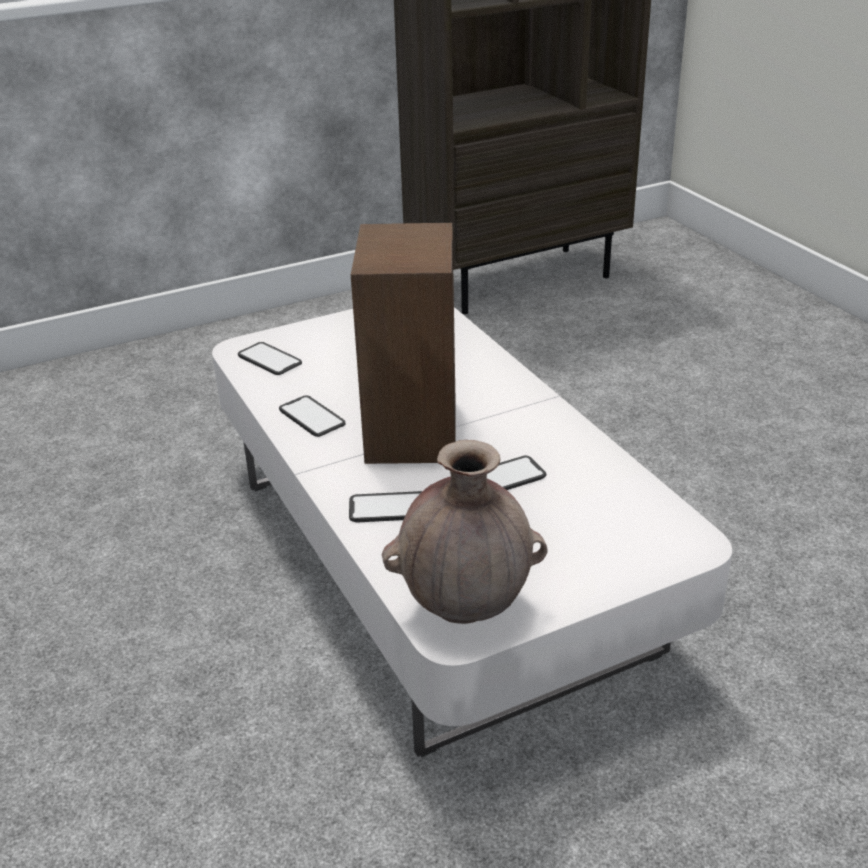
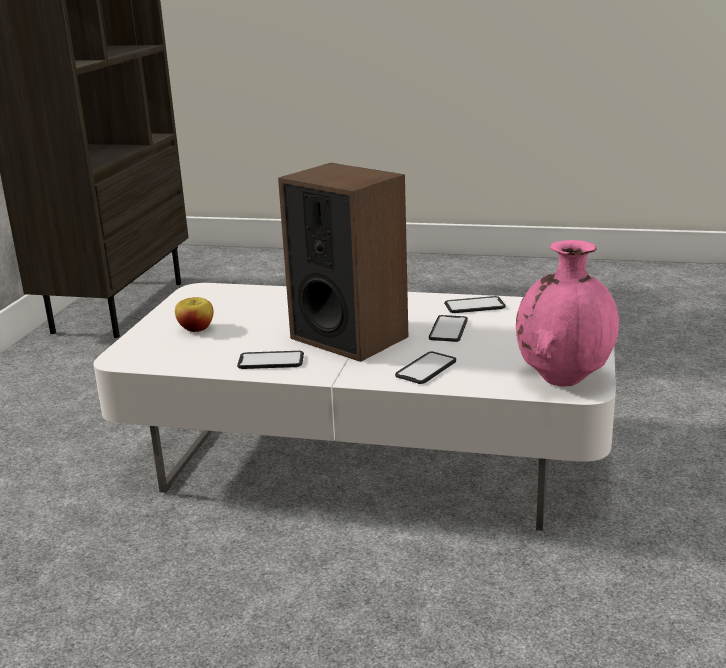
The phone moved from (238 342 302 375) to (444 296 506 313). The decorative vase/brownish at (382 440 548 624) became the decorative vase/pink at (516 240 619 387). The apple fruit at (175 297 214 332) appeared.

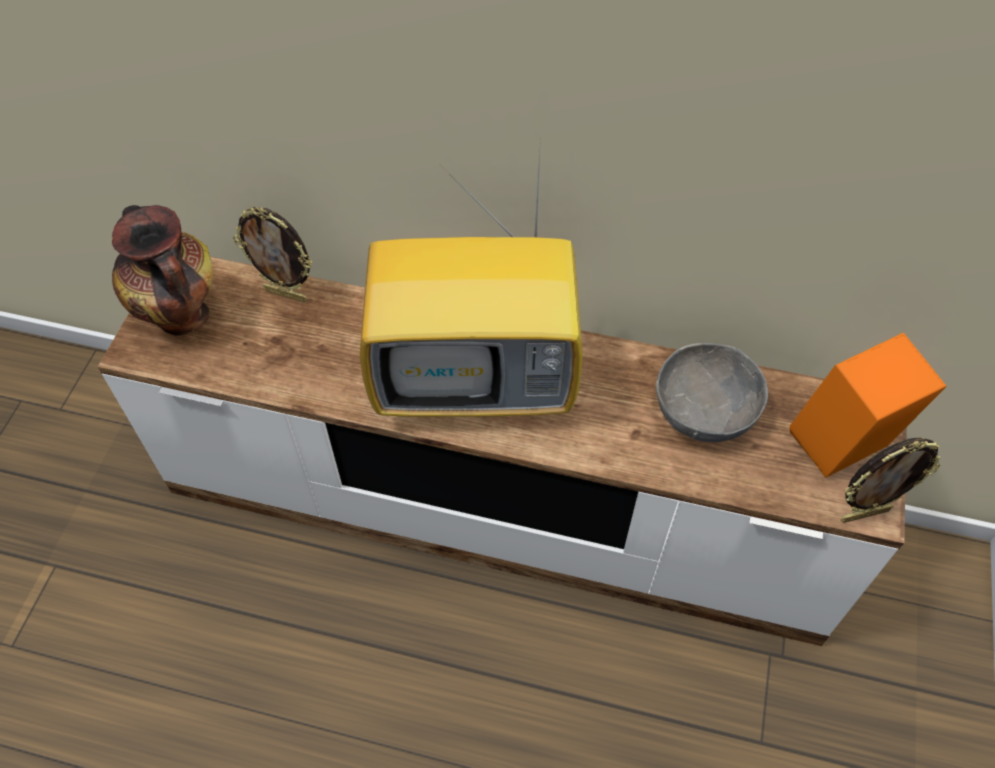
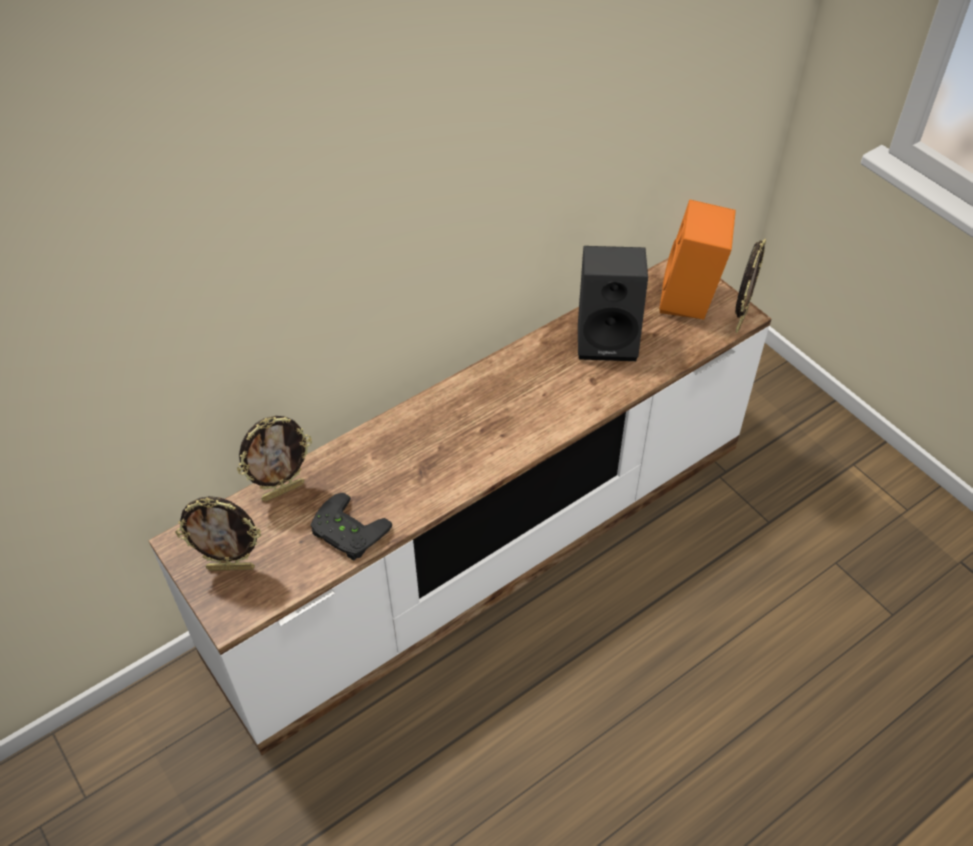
The decorative vase at (112 205 213 336) was replaced by the picture frame at (175 496 261 571). The television at (360 136 582 417) disappeared. The deep dish/grey at (656 343 768 442) was replaced by the speaker/black at (578 246 648 361). The joypad/black at (310 493 392 561) appeared.

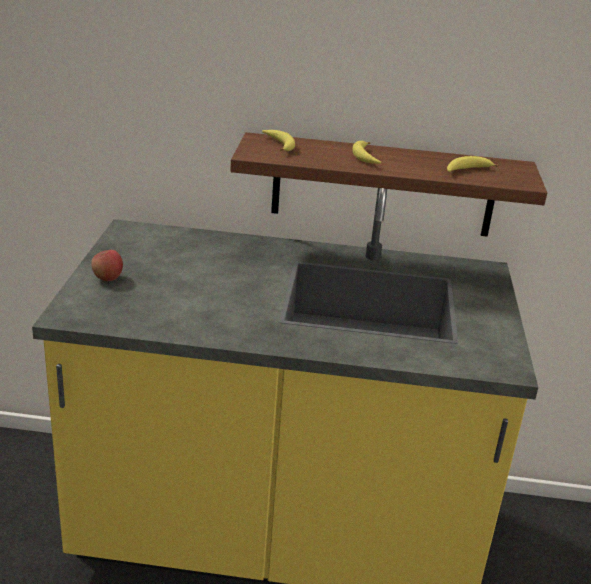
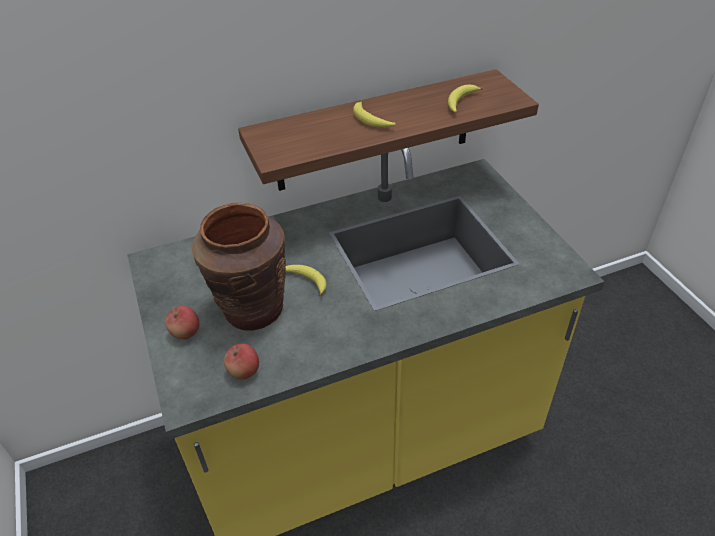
The banana moved from (262 130 295 151) to (285 265 327 297). The decorative vase/brownish at (192 203 286 331) appeared. The apple fruit at (224 343 259 379) appeared.

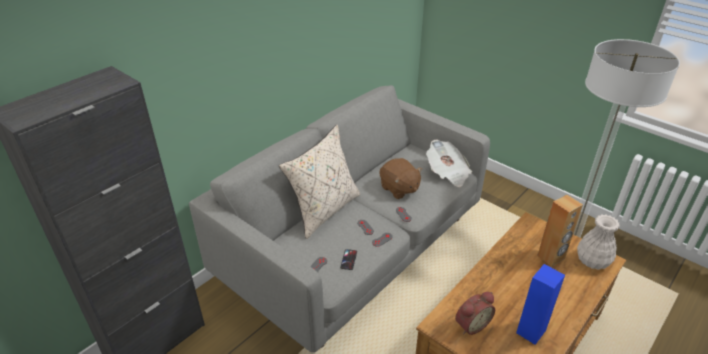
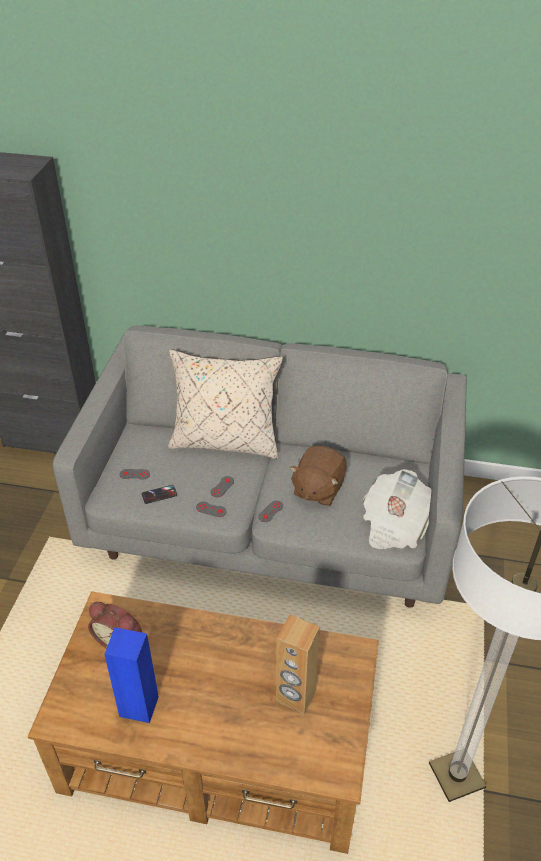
The decorative vase/white at (577 214 620 270) disappeared.

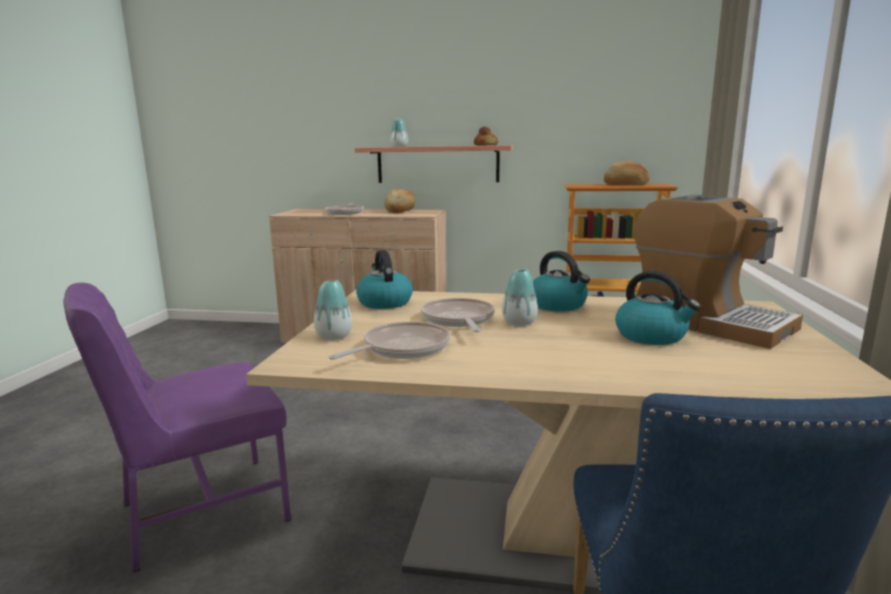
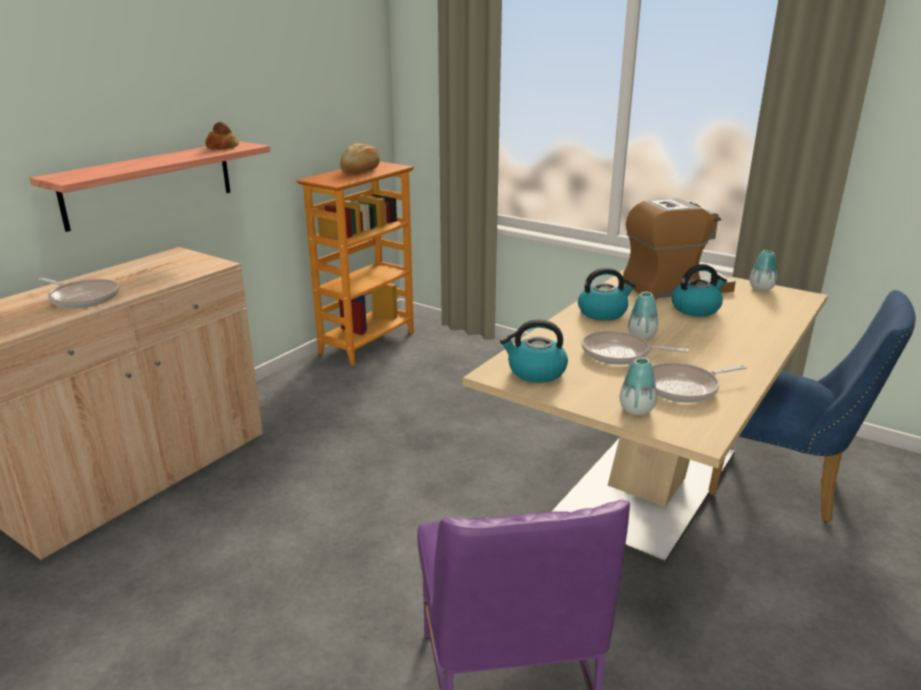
The skillet at (329 322 451 360) turned 90 degrees counterclockwise. The baked bread at (385 189 415 213) disappeared. The decorative vase moved from (390 119 408 147) to (750 250 777 291).

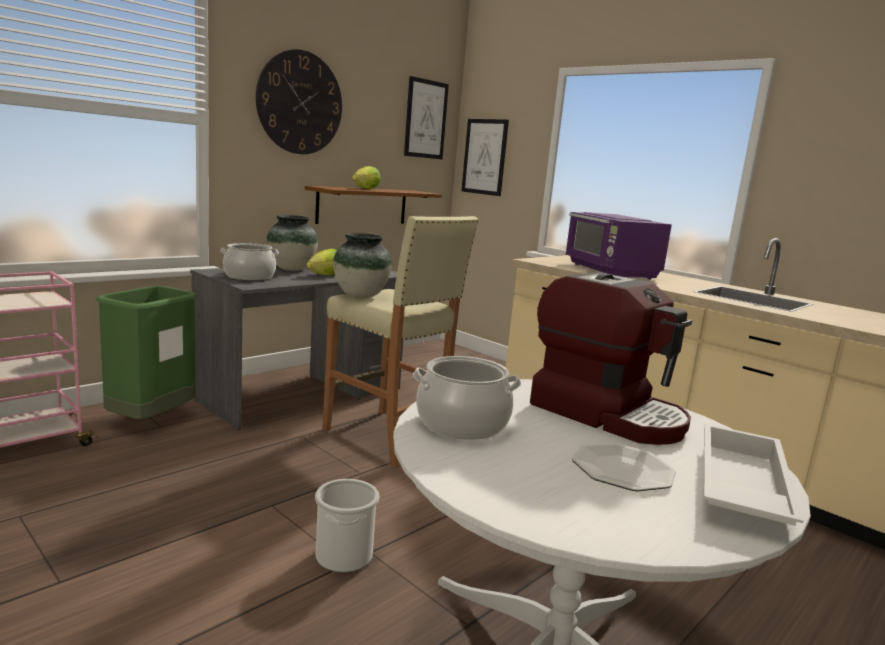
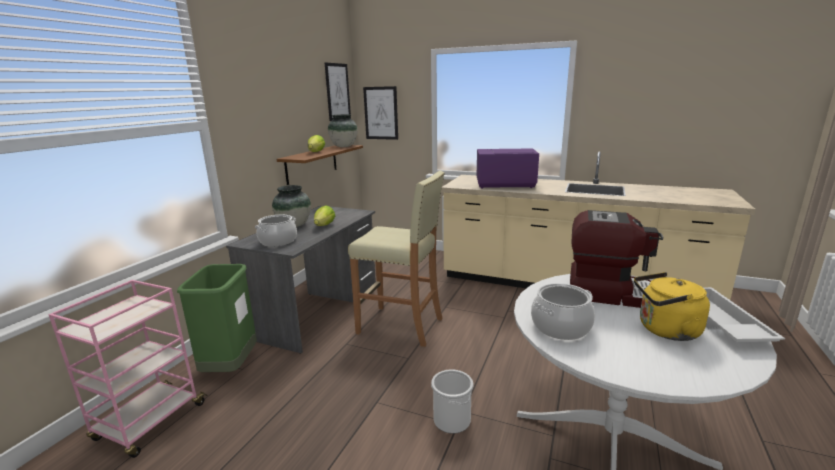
The clock on the wall at (256 49 342 154) disappeared. The decorative vase moved from (333 233 392 298) to (328 114 358 147). The kitchen microwave/purplish at (566 212 672 280) turned 135 degrees clockwise. The dinner plate at (572 443 676 491) was replaced by the kettle/yellow at (634 272 710 341).

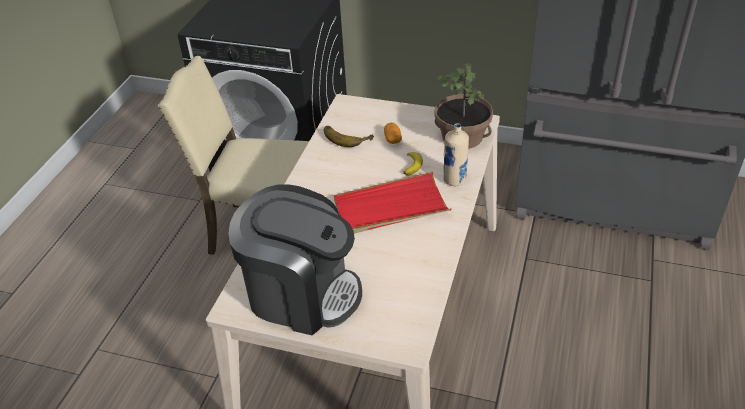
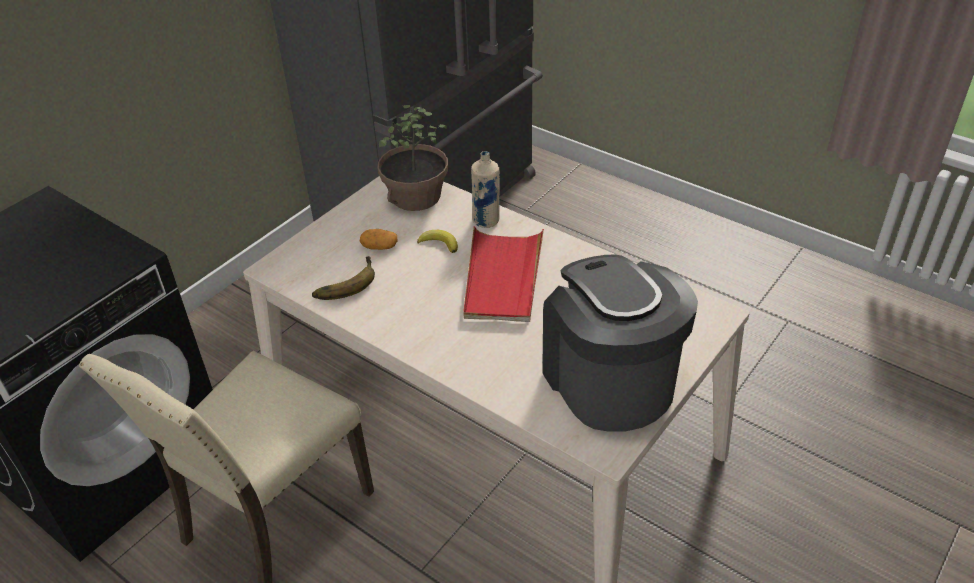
The coffee brewer at (228 185 362 335) turned 60 degrees counterclockwise.

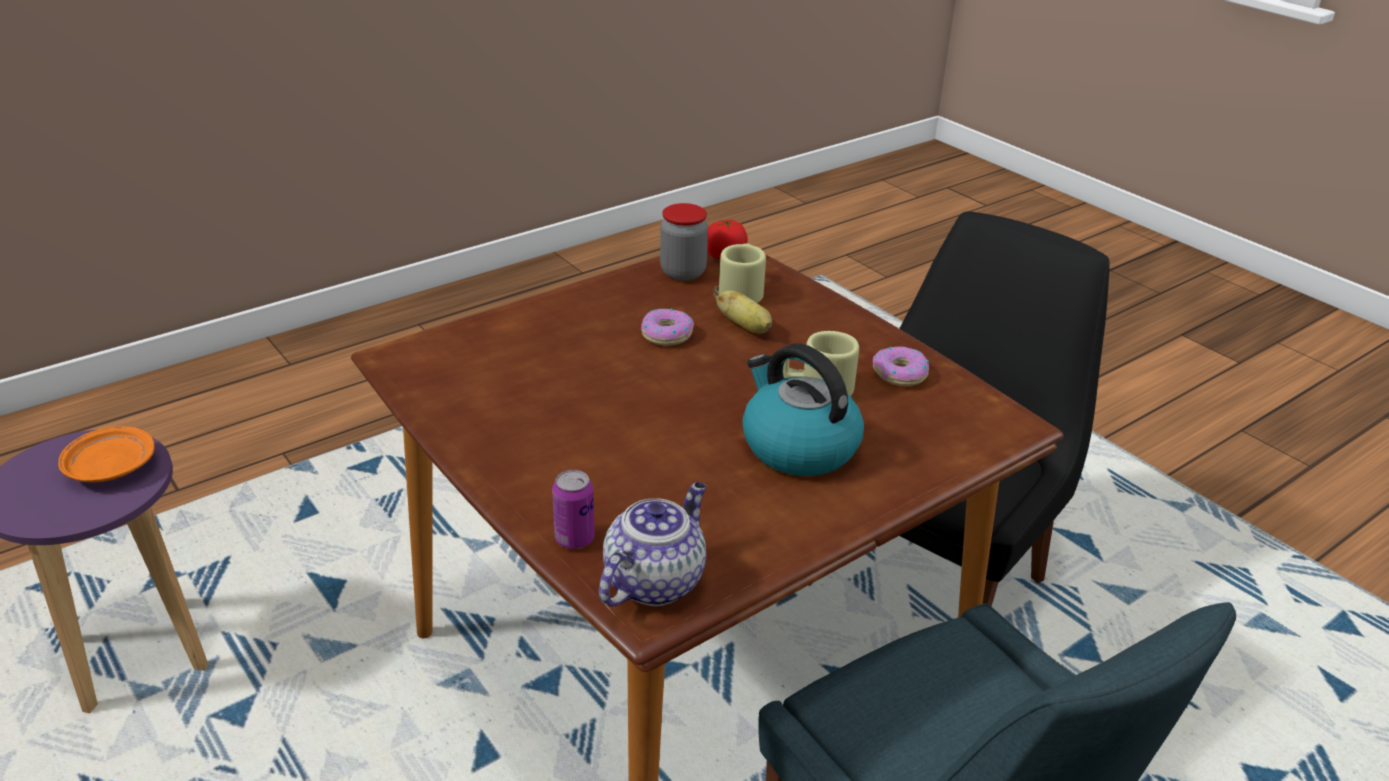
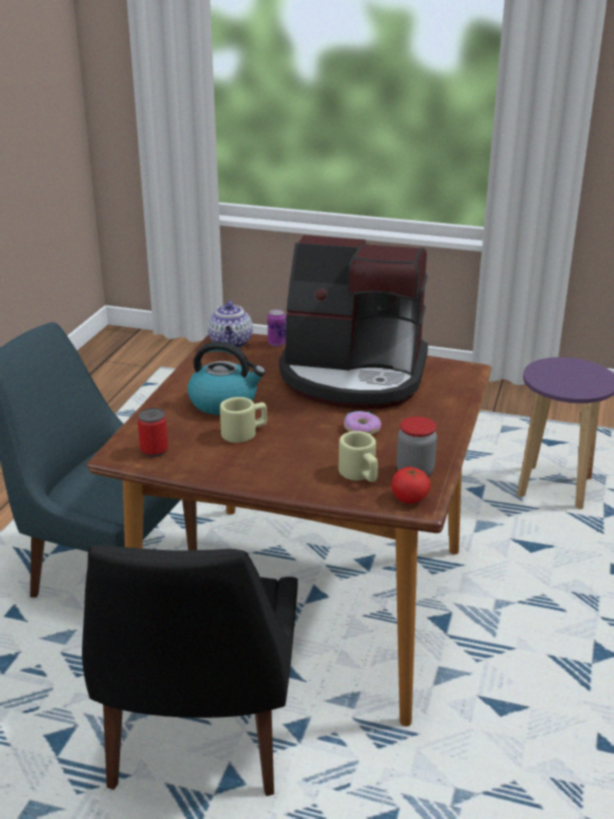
The dinner plate/orange-coloured at (58 426 155 483) disappeared. The banana at (713 286 772 333) disappeared. The donut at (873 347 929 386) disappeared. The sealed can at (138 408 168 457) appeared. The coffee brewer at (279 235 428 409) appeared.

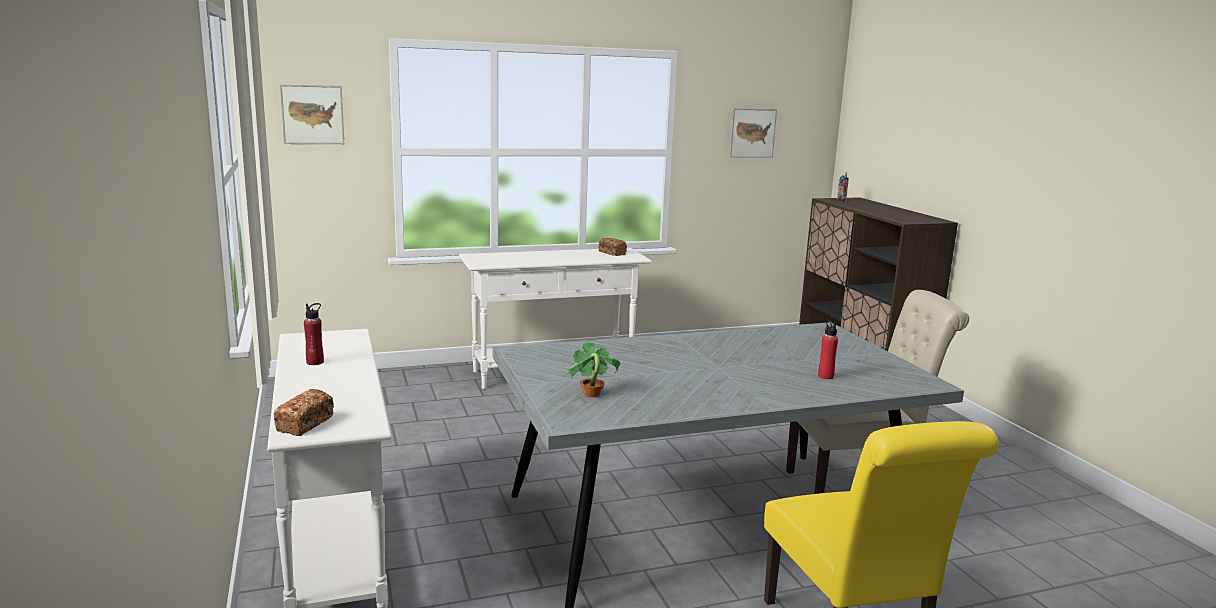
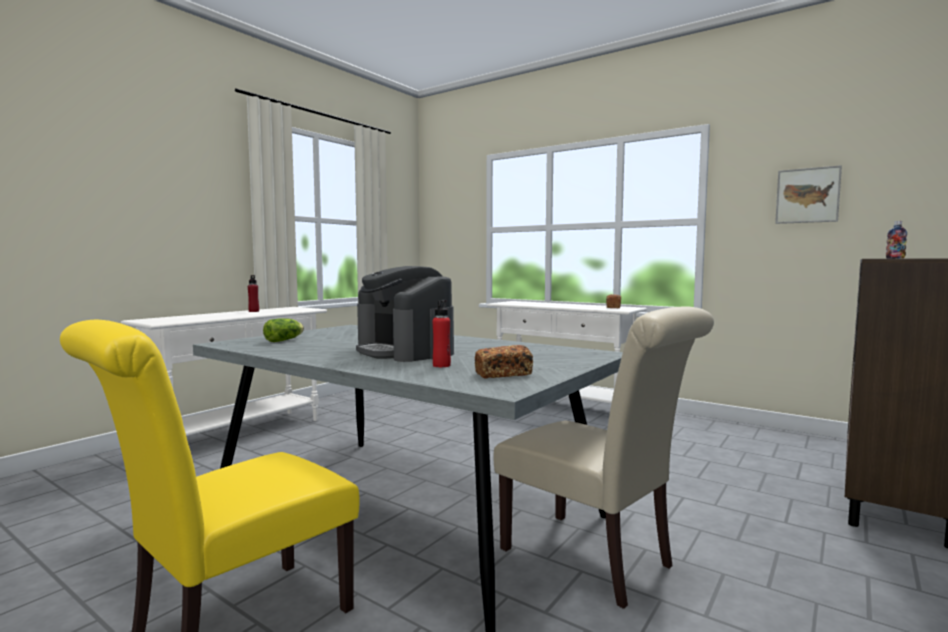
The baked bread moved from (274 389 334 436) to (475 345 533 379). The wall art at (280 84 344 144) disappeared. The houseplant at (564 341 621 397) was replaced by the head of lettuce at (263 319 304 342). The coffee brewer at (356 266 454 362) appeared.

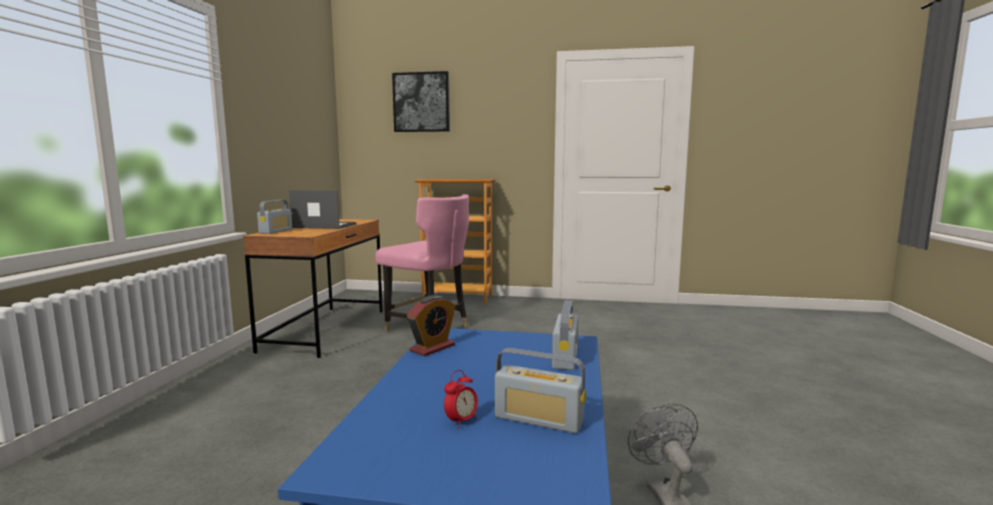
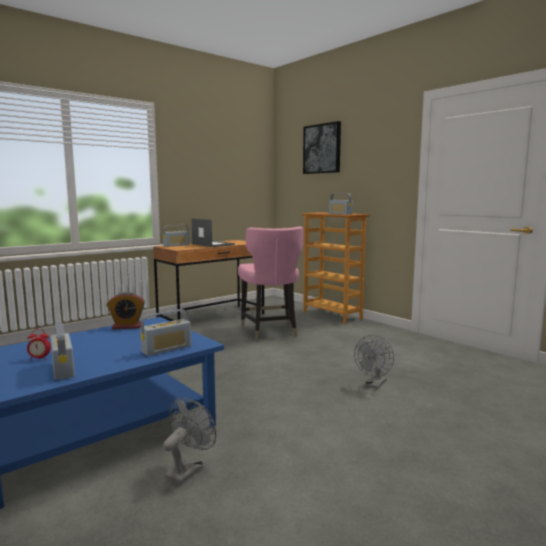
The radio at (329 194 353 215) appeared. The cooling fan/grey at (354 335 394 389) appeared.

